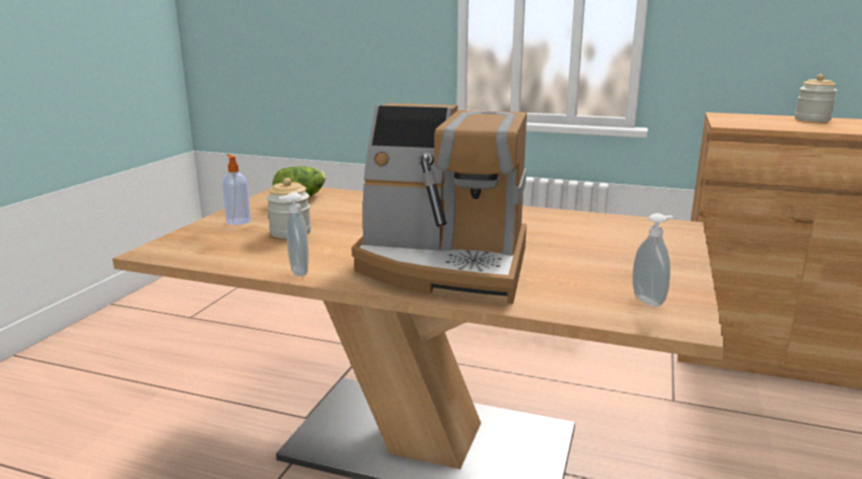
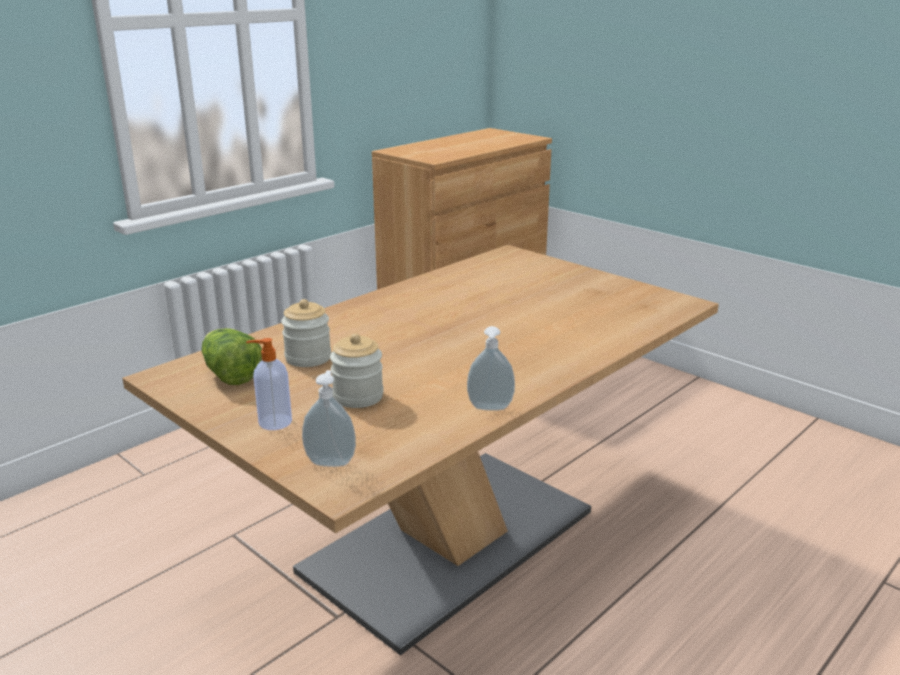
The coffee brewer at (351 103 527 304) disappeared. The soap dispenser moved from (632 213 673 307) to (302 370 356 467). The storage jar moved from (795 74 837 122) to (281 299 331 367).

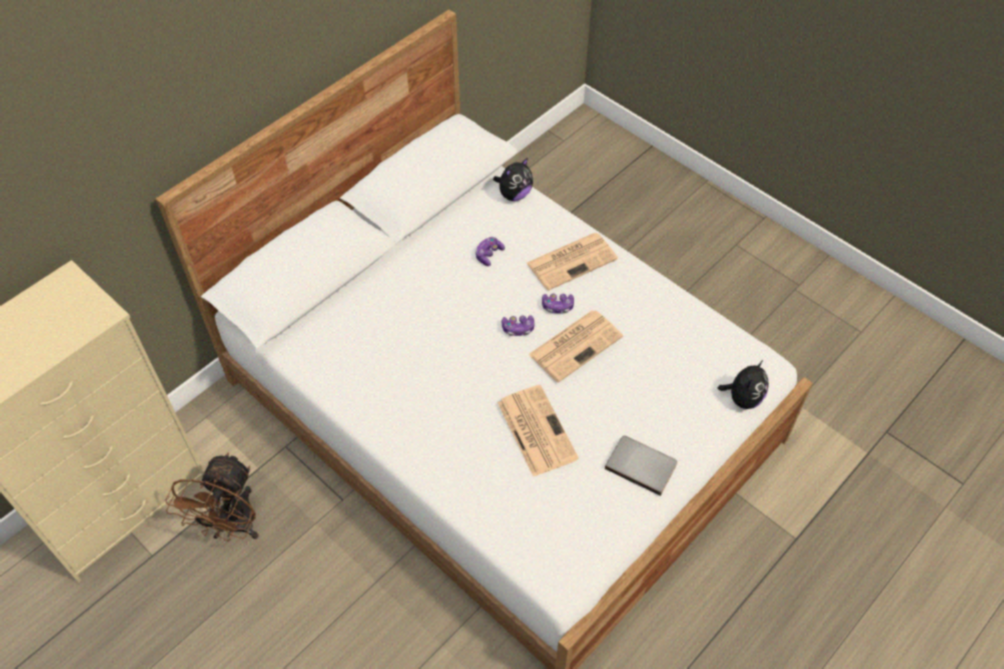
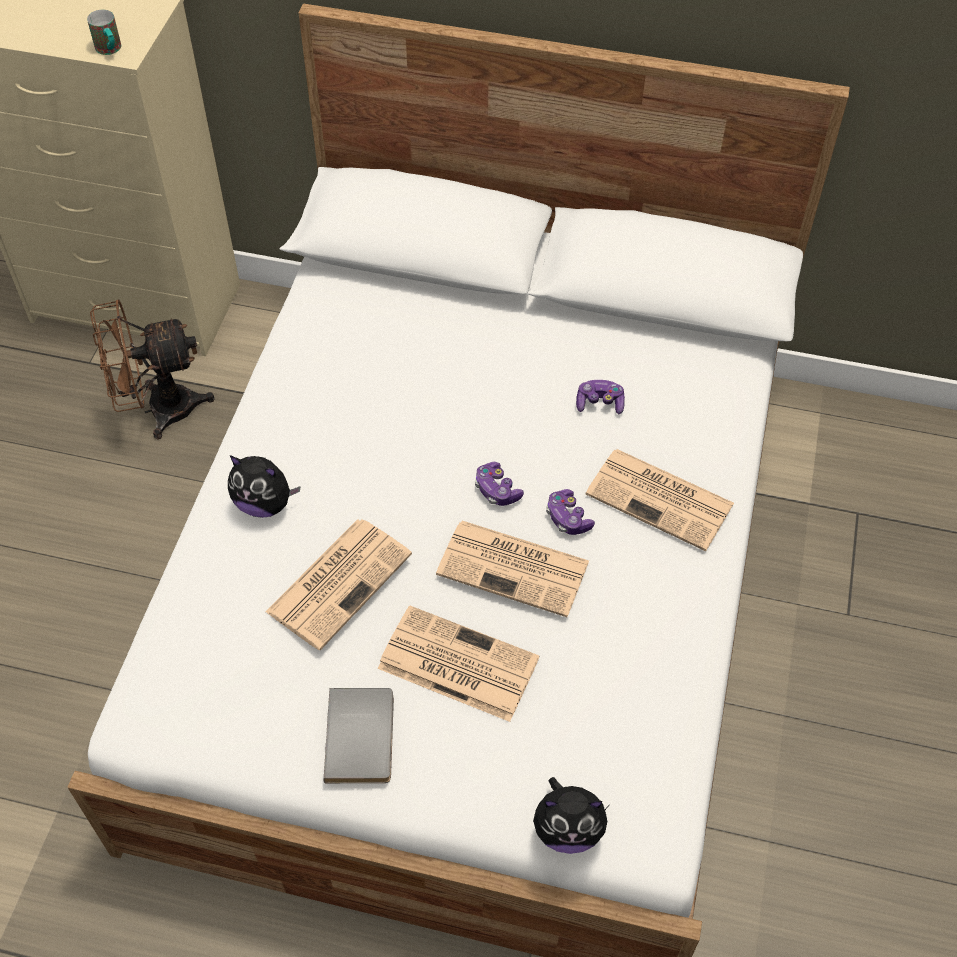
The soft toy moved from (493 158 533 201) to (228 455 300 518). The coffee mug at (87 10 121 55) appeared. The printed paper at (378 605 539 722) appeared.

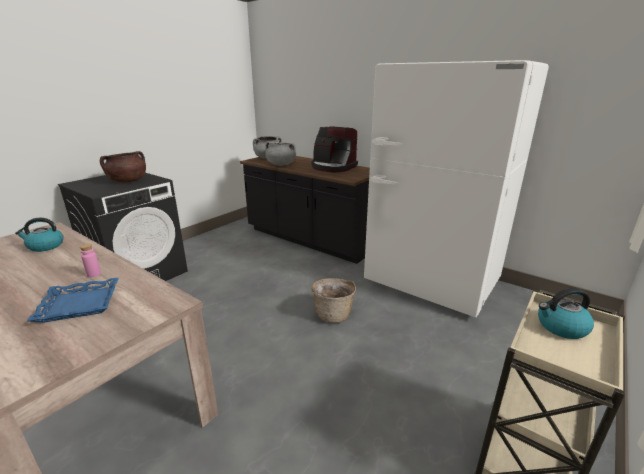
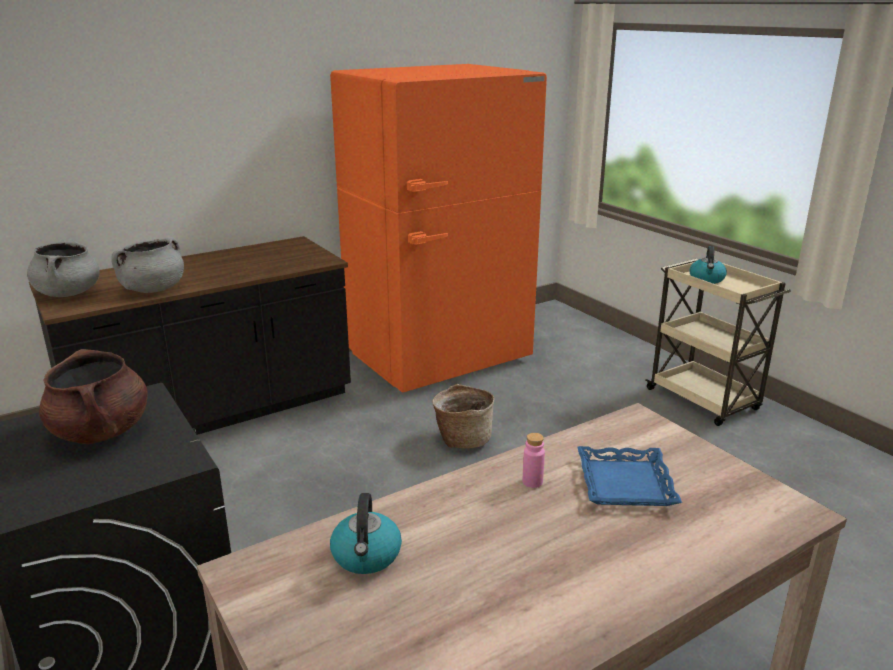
The coffee brewer at (311 126 358 172) disappeared. The fridge/white at (364 60 549 318) became the fridge/orange-coloured at (330 64 547 393).

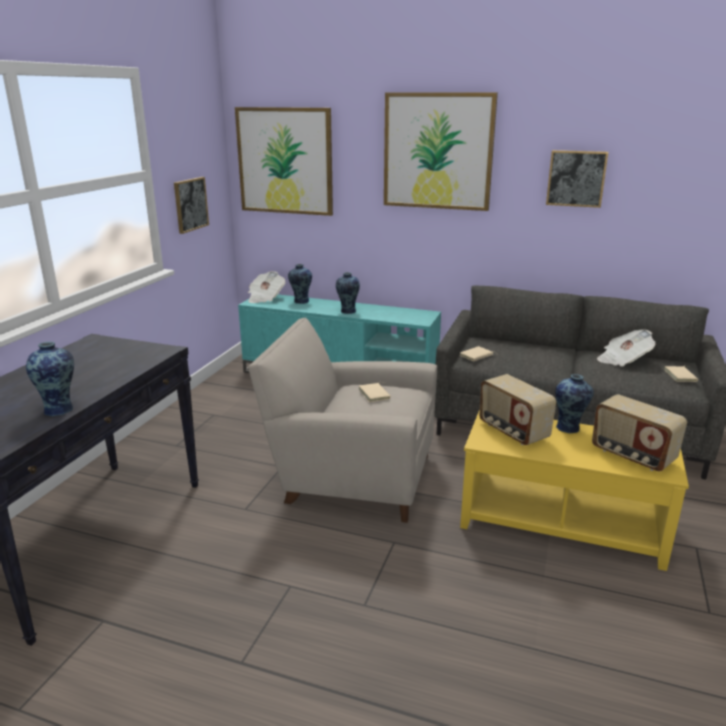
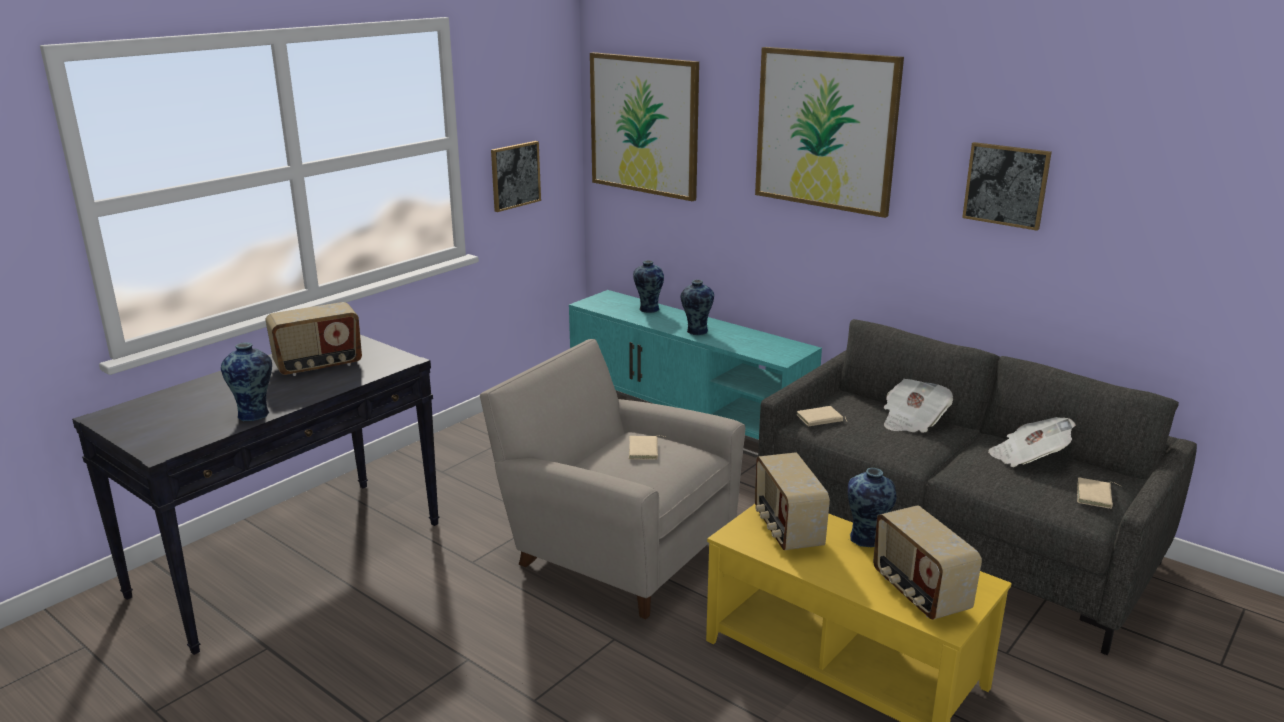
The printed paper moved from (248 271 285 303) to (884 379 953 433). The radio at (265 302 362 376) appeared.

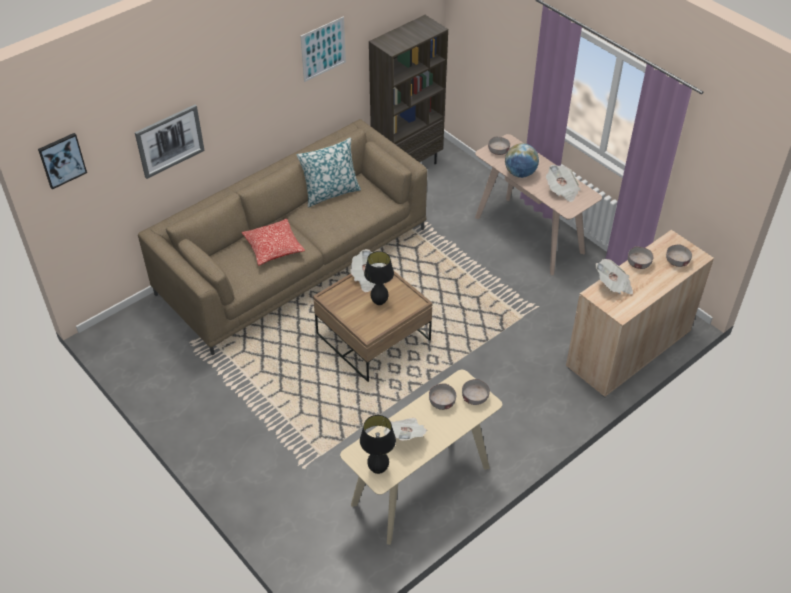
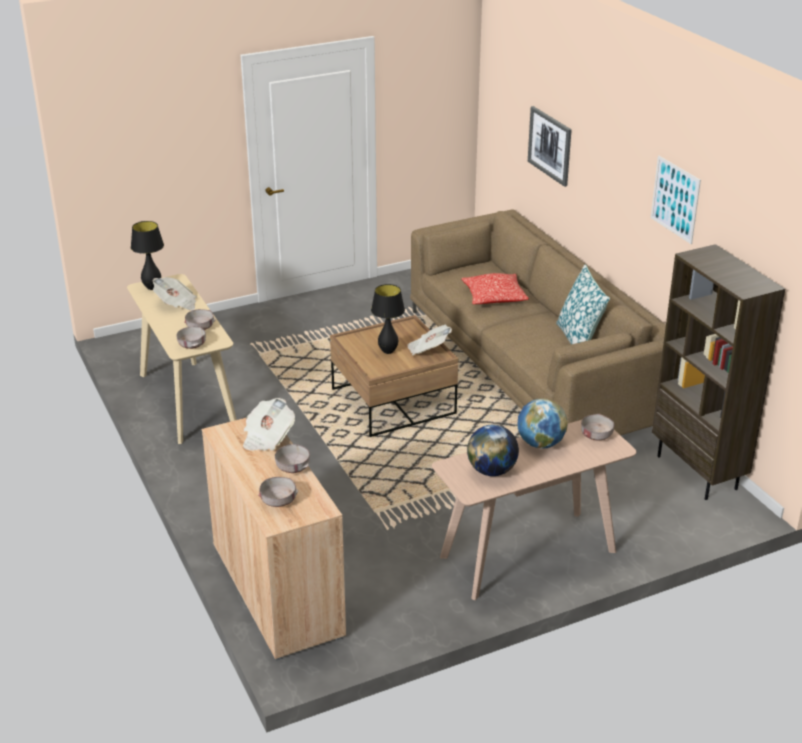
The wall art at (38 133 87 189) disappeared. The printed paper at (546 165 581 202) was replaced by the globe at (467 424 519 476).

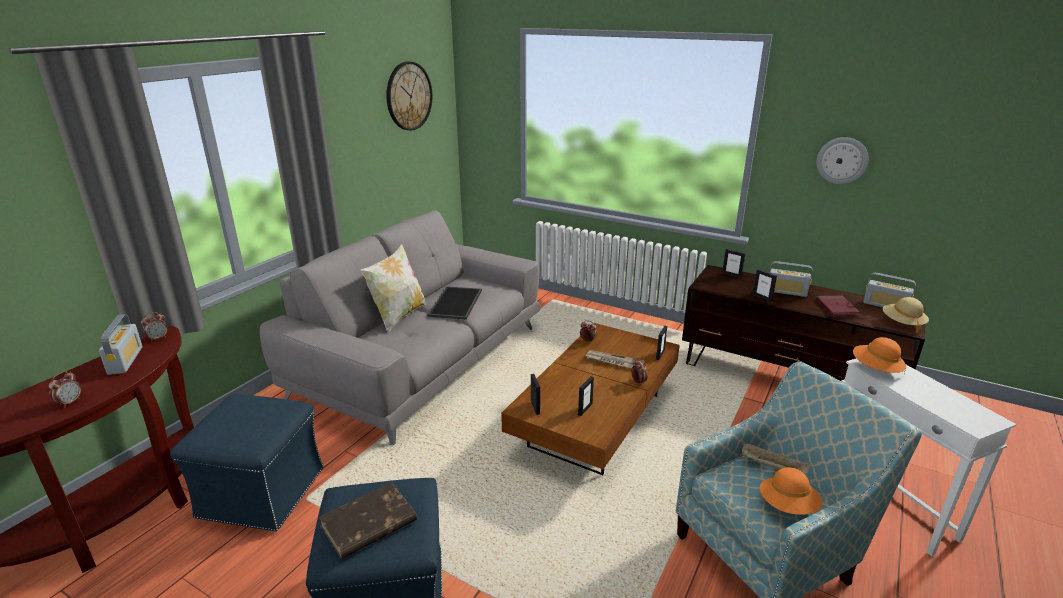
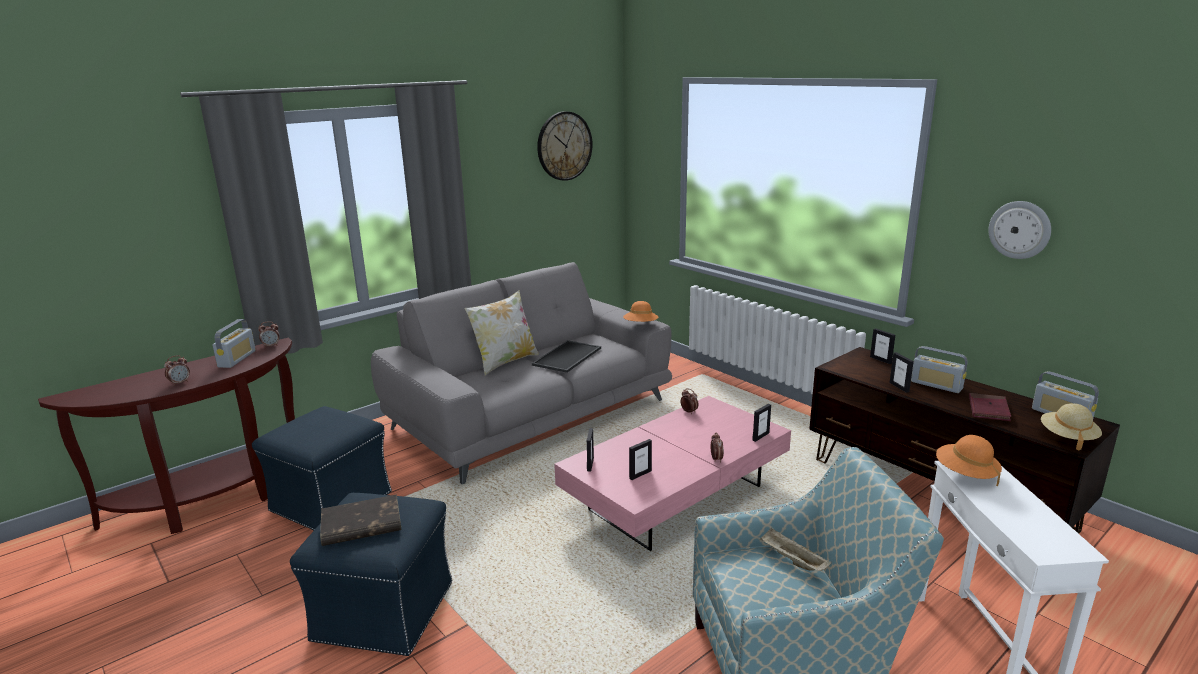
The lounge table/brownish at (501 323 680 475) became the lounge table/pink at (554 396 791 551). The printed paper at (585 350 644 368) disappeared. The wearable hat/orange-coloured moved from (760 467 823 515) to (623 301 658 322).

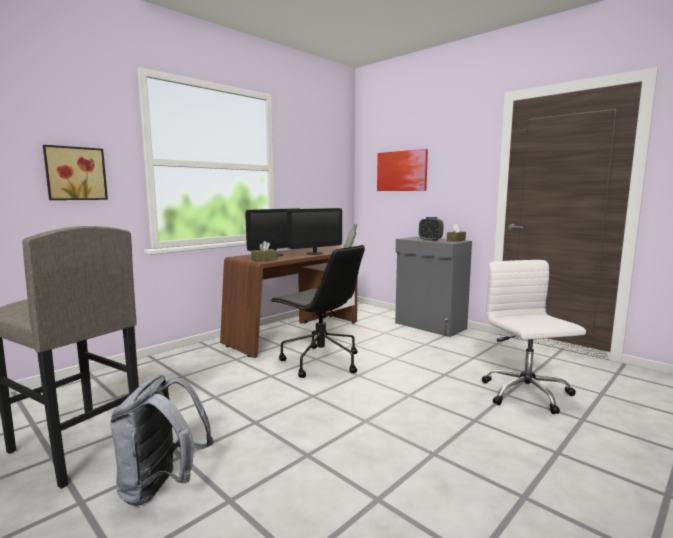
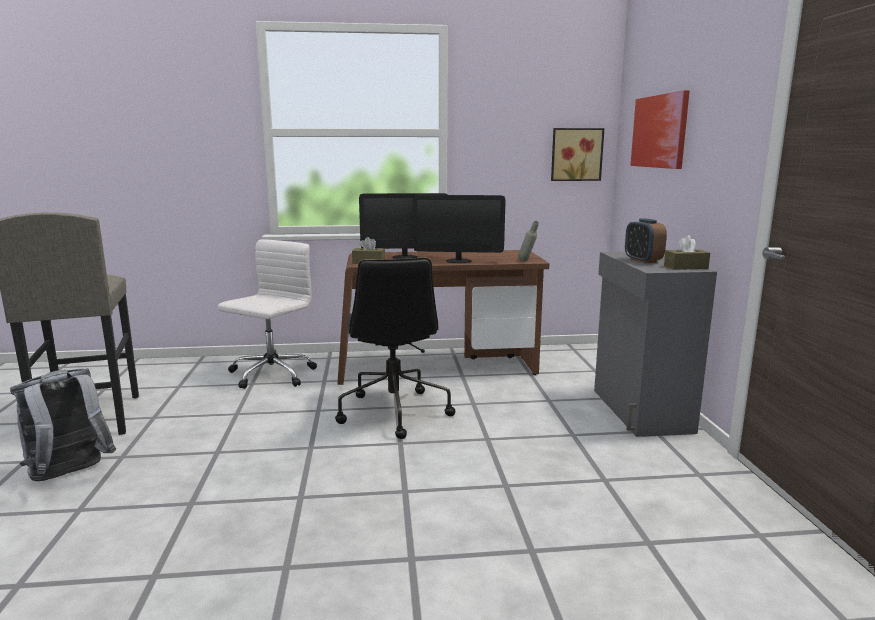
The wall art moved from (43 145 108 200) to (551 128 604 181). The computer chair/white moved from (482 260 586 414) to (218 239 317 389).

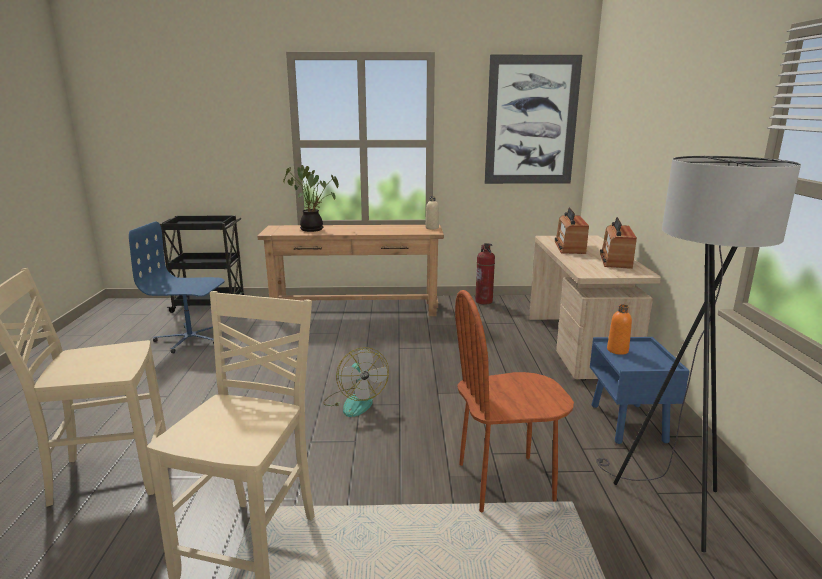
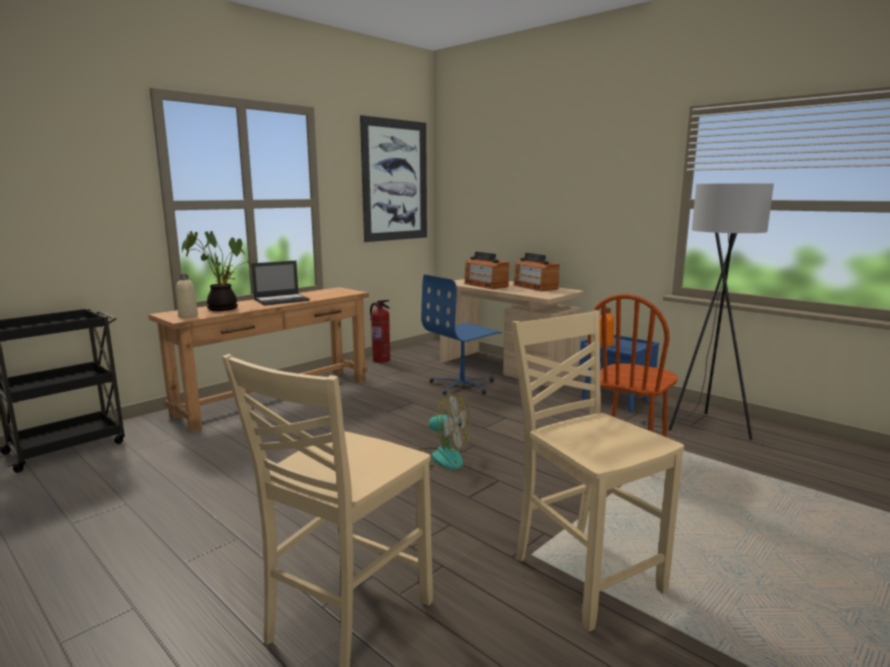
The computer chair/blue-coloured moved from (129 221 225 353) to (421 274 502 395). The bottle/beige-coloured moved from (425 196 439 229) to (176 274 198 318). The laptop at (251 261 310 305) appeared.

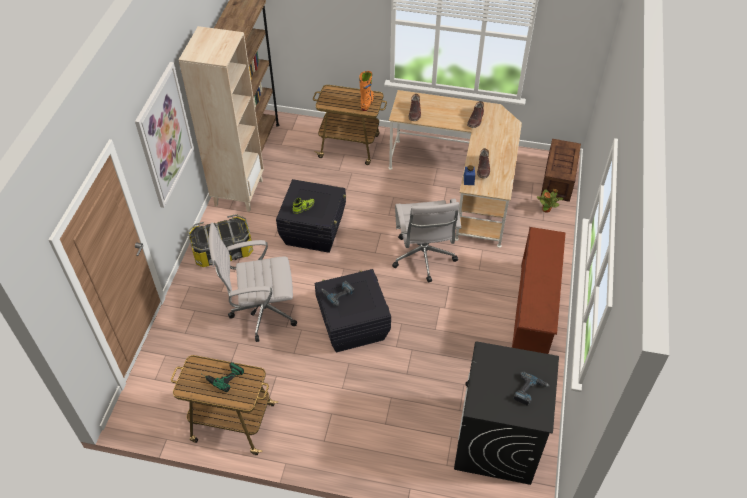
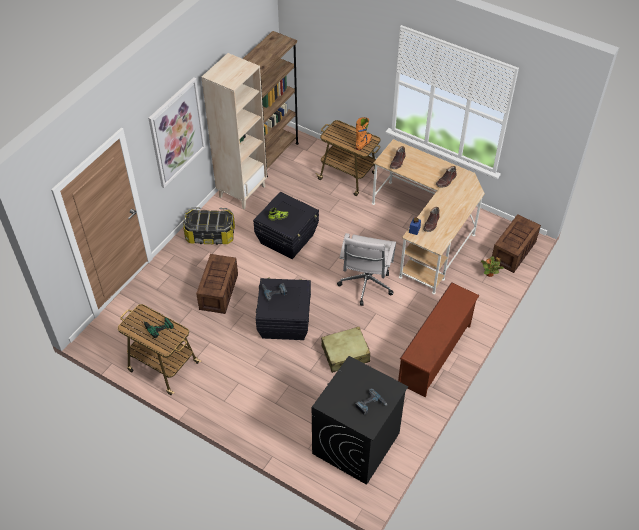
The computer chair/white at (209 223 297 342) was replaced by the shipping crate at (196 254 238 314). The piece of luggage/beige-coloured at (321 327 370 373) appeared.

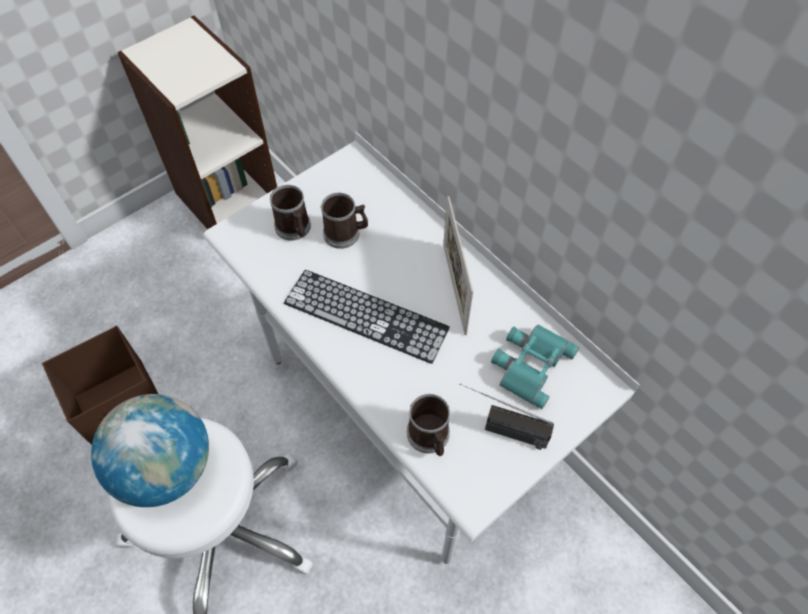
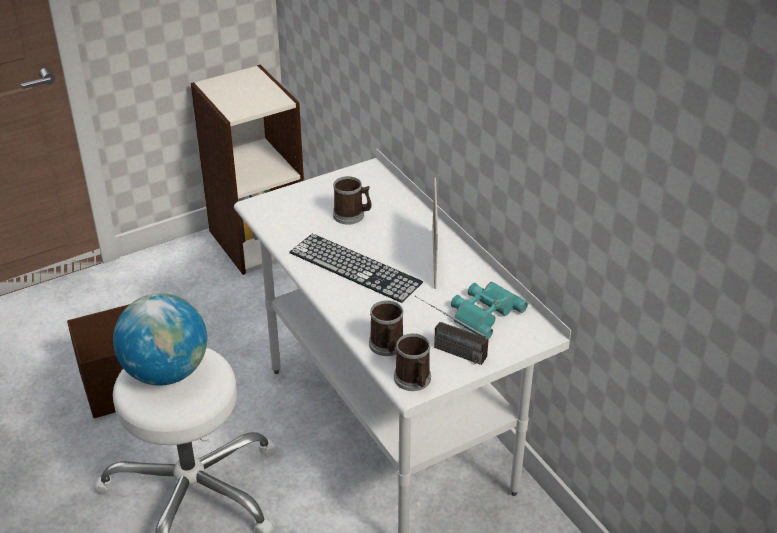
The coffee mug moved from (270 185 311 241) to (394 333 431 391).

